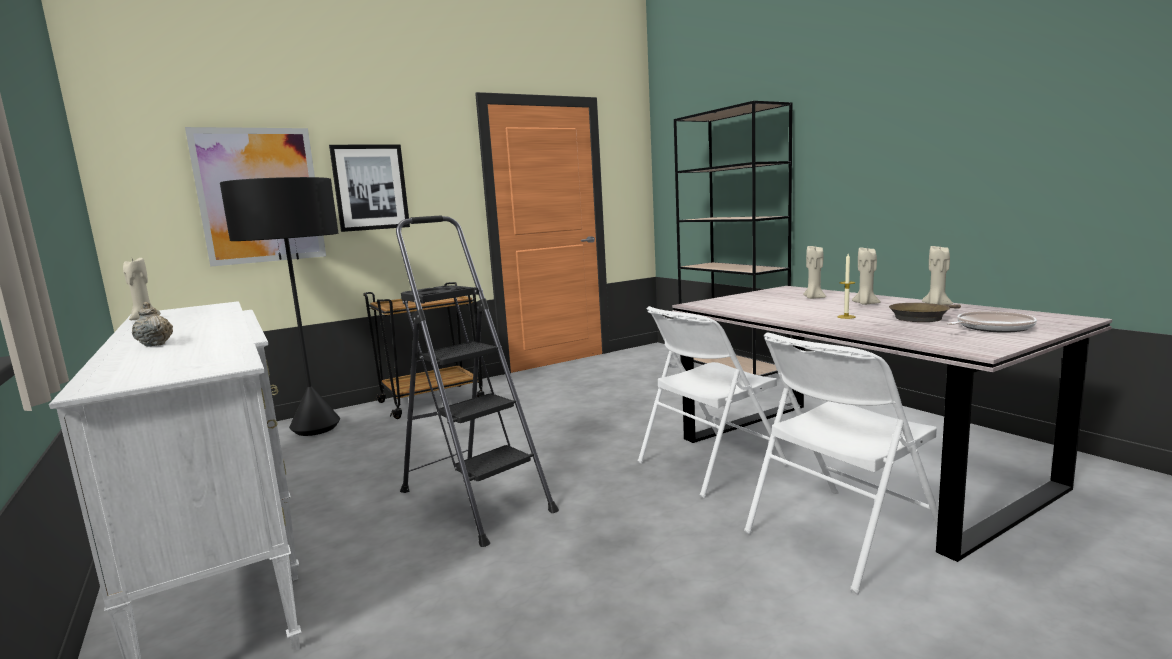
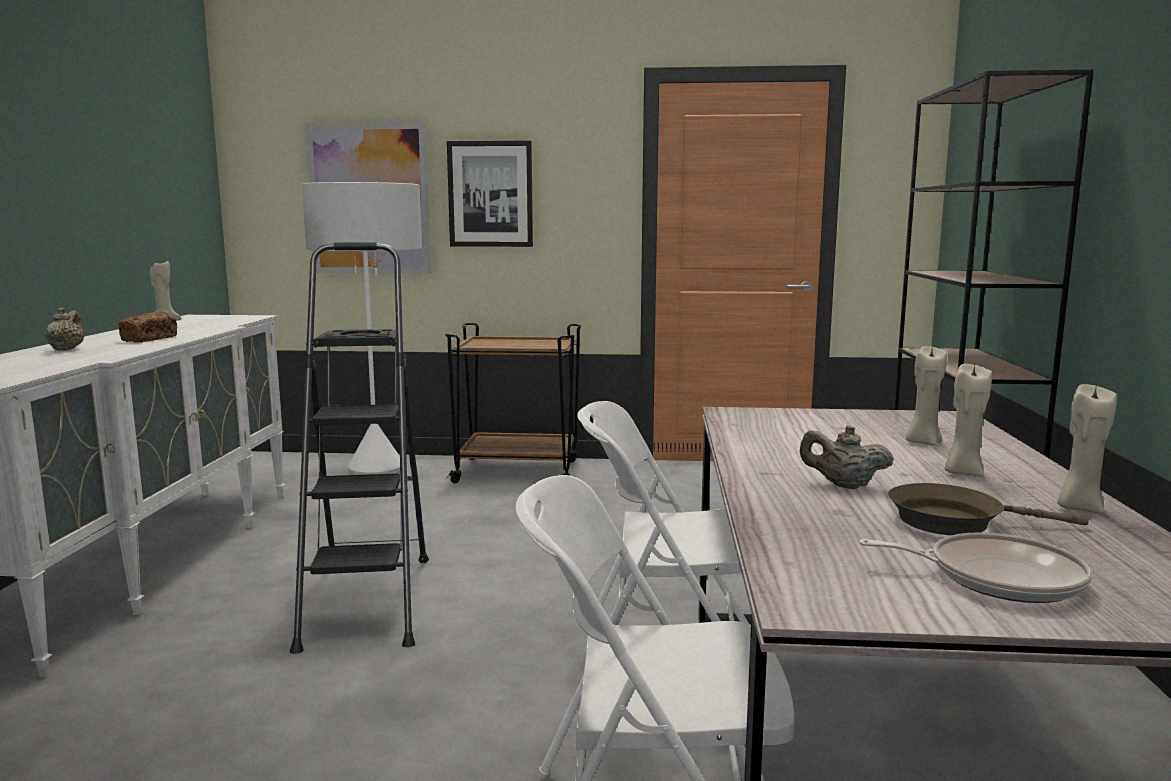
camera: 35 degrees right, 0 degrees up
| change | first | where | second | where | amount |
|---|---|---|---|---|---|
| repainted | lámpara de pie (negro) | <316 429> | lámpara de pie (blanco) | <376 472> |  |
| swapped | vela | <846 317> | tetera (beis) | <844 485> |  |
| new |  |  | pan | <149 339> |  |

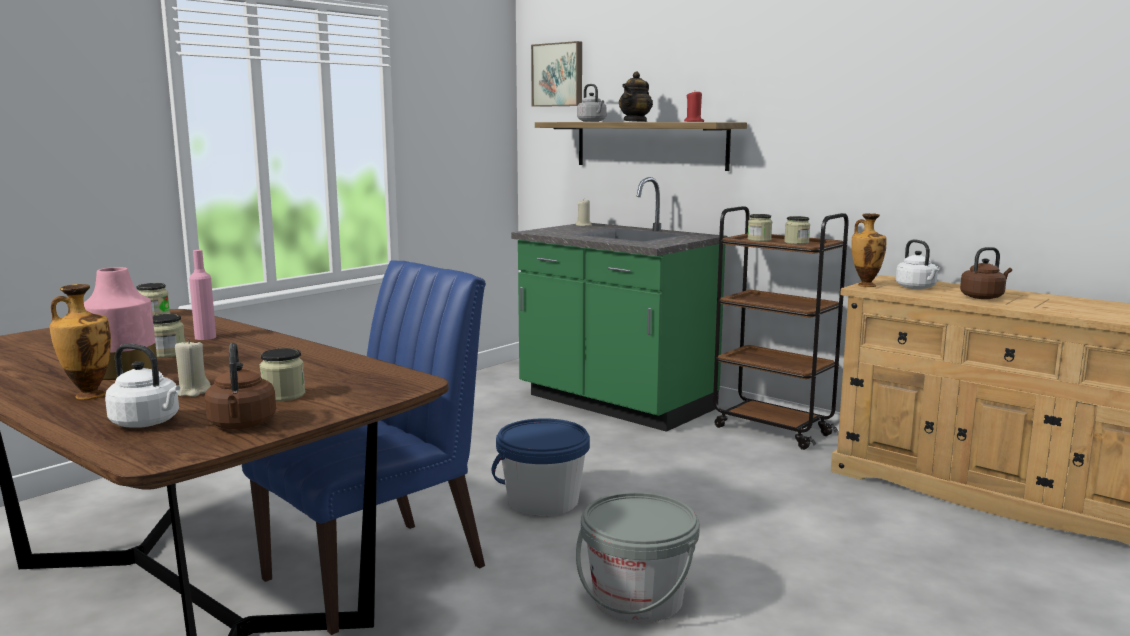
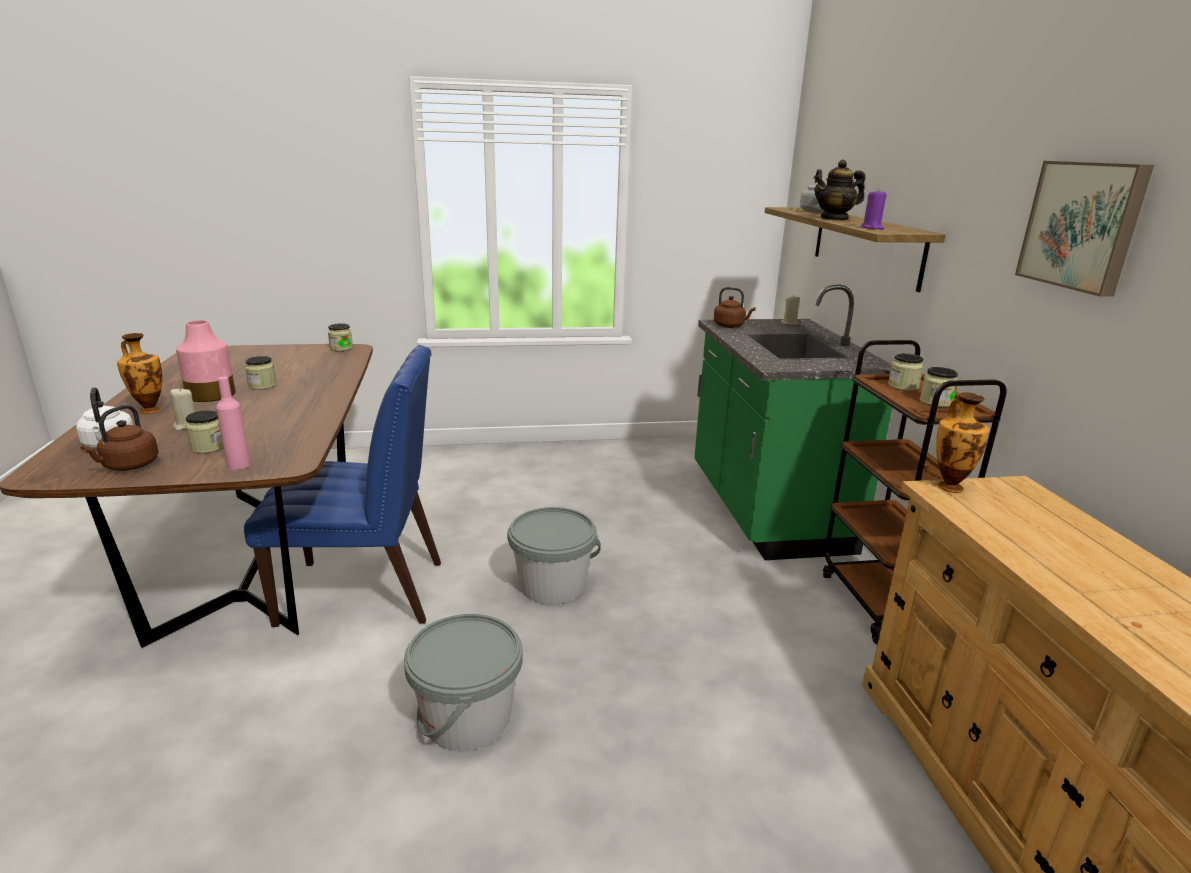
camera: 40 degrees right, 10 degrees up
| change | first | where | second | where | amount |
|---|---|---|---|---|---|
| shifted | botella (rosa) | <205 337> |  | <239 465> |  |
| repainted | cubo (azul) | <543 501> | cubo (gris) | <552 585> |  |
| shifted | cuadro | <558 75> |  | <1083 225> |  |
| repainted | vela (rojo) | <694 121> | vela (morado) | <872 228> |  |
| gone | hervidor (blanco) | <917 288> |  |  |  |
| shifted | hervidor (marrón) | <983 297> |  | <730 326> |  |

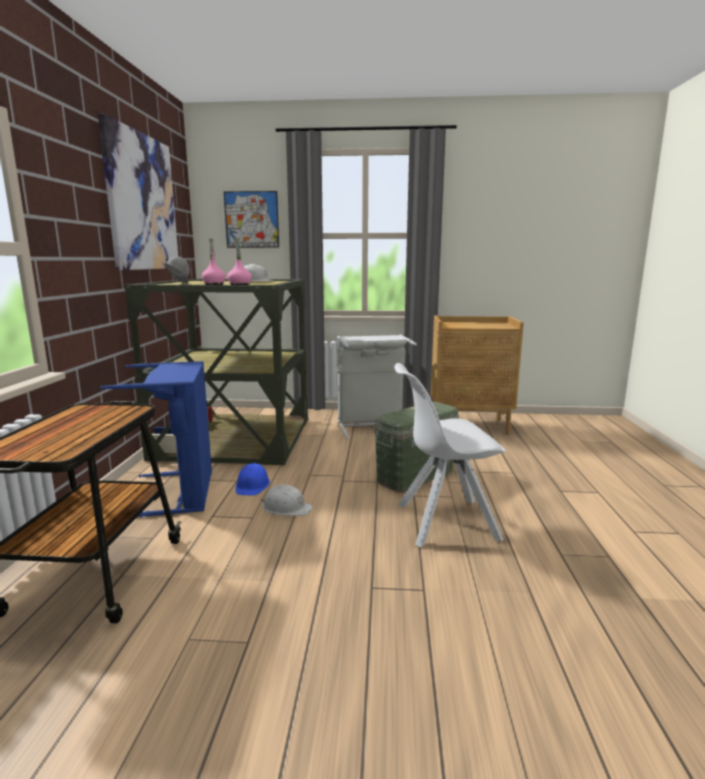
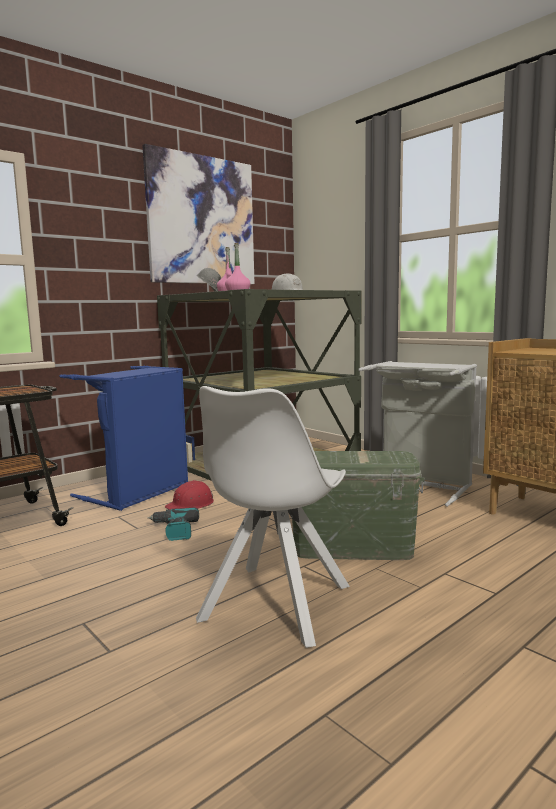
camera: 45 degrees right, 5 degrees down
| change | first | where | second | where | amount |
|---|---|---|---|---|---|
| gone | cuadro | <251 219> |  |  |  |
| repainted | casco (azul) | <252 485> | casco (rojo) | <191 504> |  |
| swapped | casco (blanco) | <286 508> | taladro | <174 530> |  |
| rotated | silla (blanco) | <444 522> |  | <274 604> | 105 degrees counterclockwise |

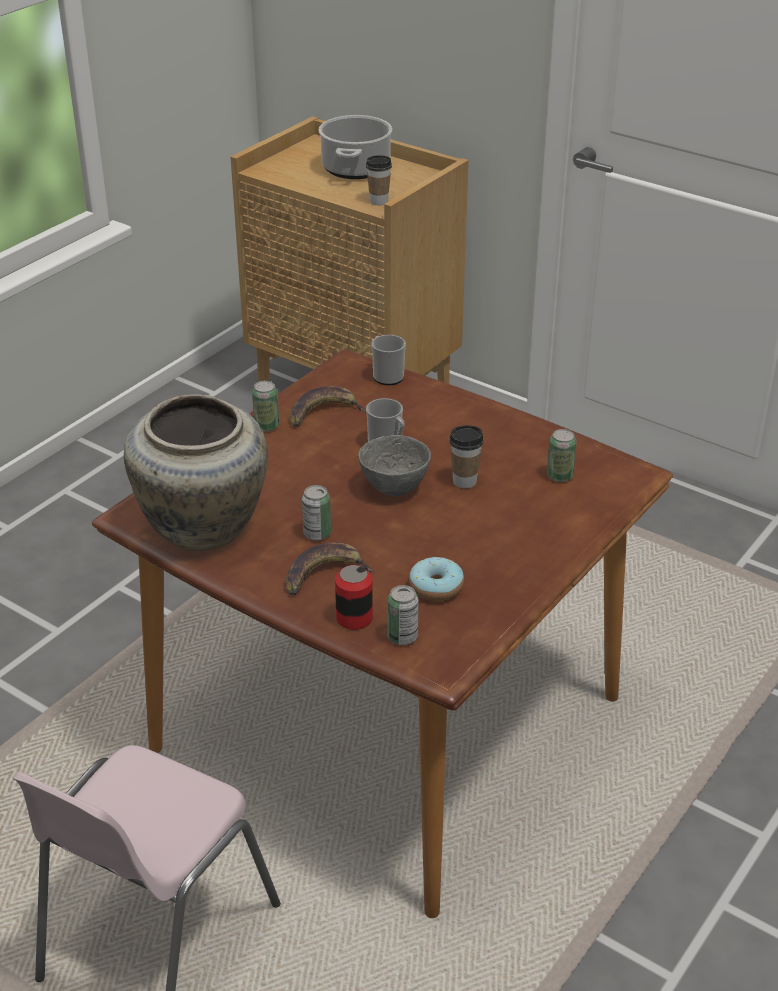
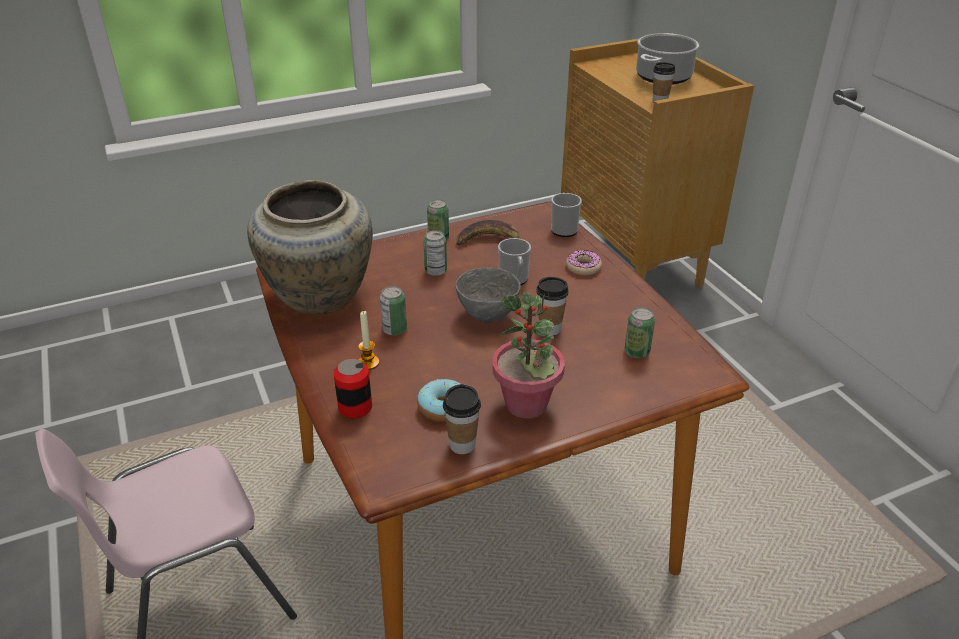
camera: 30 degrees right, 0 degrees up
| change | first | where | second | where | amount |
|---|---|---|---|---|---|
| swapped | plátano | <324 574> | vela | <368 363> |  |
| shifted | lata | <402 637> |  | <435 271> |  |
| new |  |  | taza | <462 445> |  |
| new |  |  | planta en maceta | <526 404> |  |
| new |  |  | rosquilla | <583 267> |  |

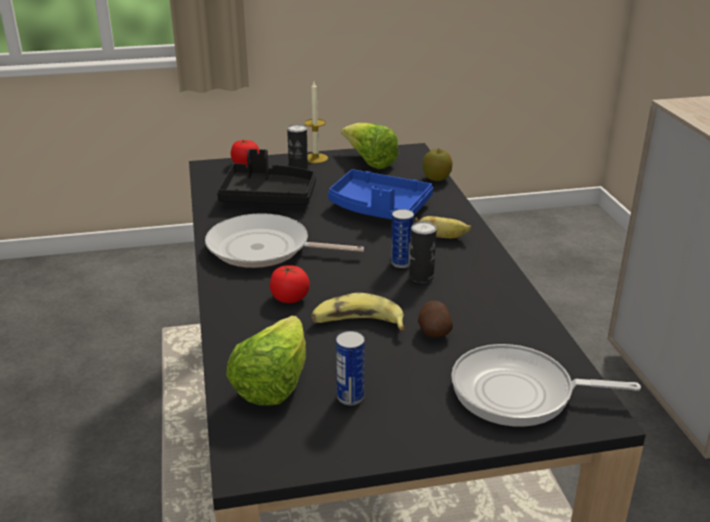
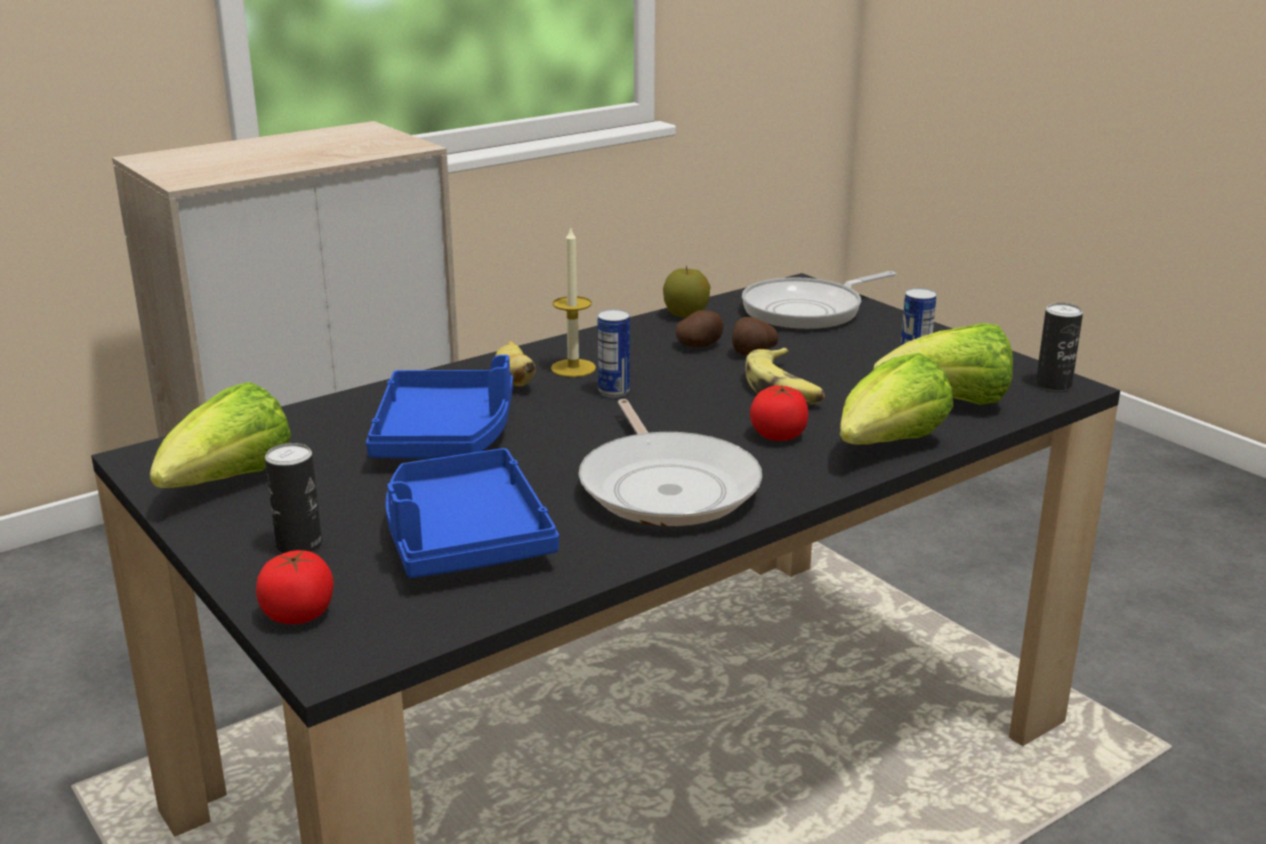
camera: 115 degrees left, 5 degrees down
| change | first | where | second | where | amount |
|---|---|---|---|---|---|
| repainted | bandeja (negro) | <268 197> | bandeja (azul) | <463 537> |  |
| shifted | vela | <315 158> |  | <573 368> |  |
| shifted | lata | <421 277> |  | <1053 384> |  |
| shifted | manzana | <436 179> |  | <686 315> |  |
| rotated | sartén | <519 393> |  | <808 310> | 75 degrees clockwise |
| new |  |  | patata | <699 346> |  |
| new |  |  | lechuga | <888 446> |  |

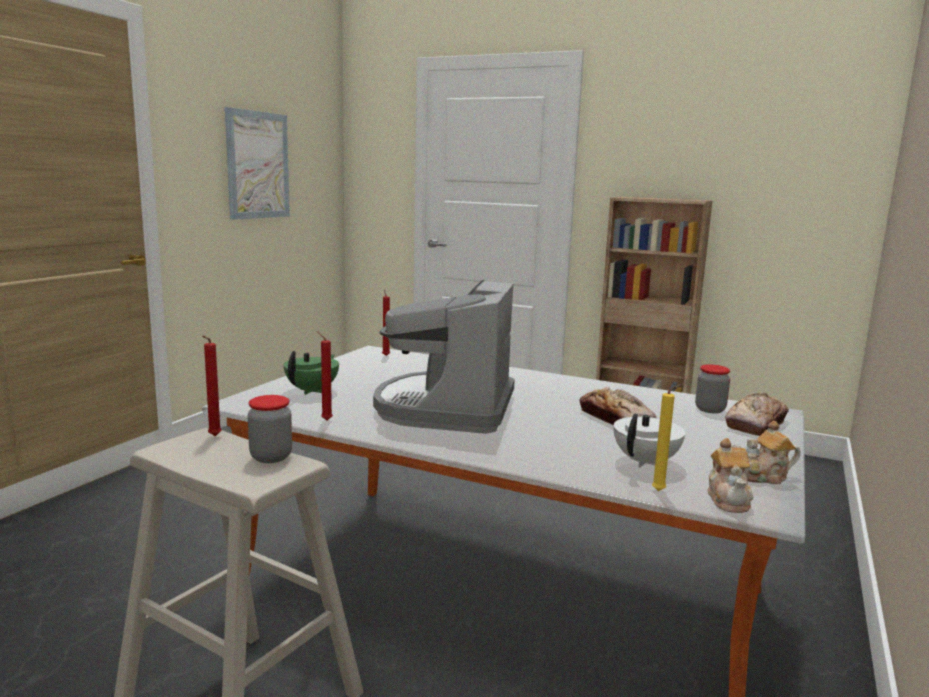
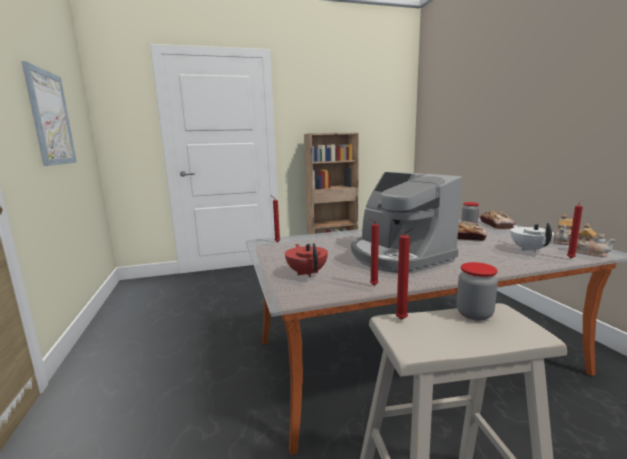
camera: 40 degrees left, 0 degrees up
| change | first | where | second | where | amount |
|---|---|---|---|---|---|
| repainted | tetera (verde) | <313 391> | tetera (rojo) | <307 273> |  |
| repainted | vela (amarillo) | <660 491> | vela (rojo) | <571 258> |  |

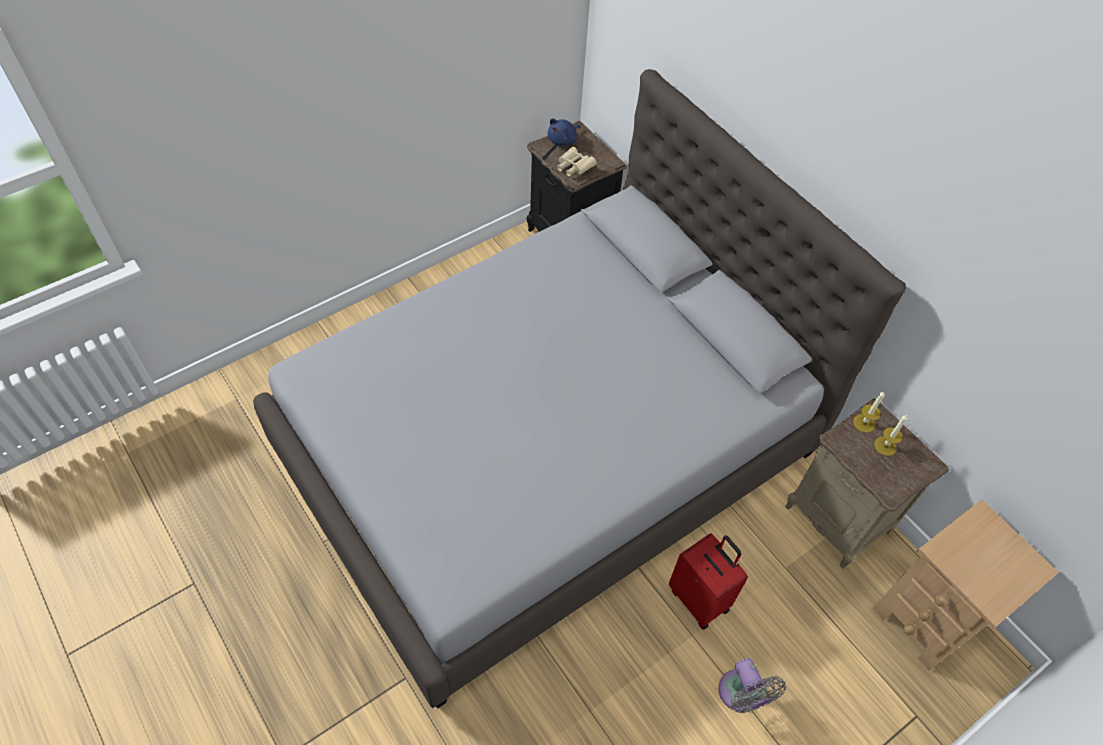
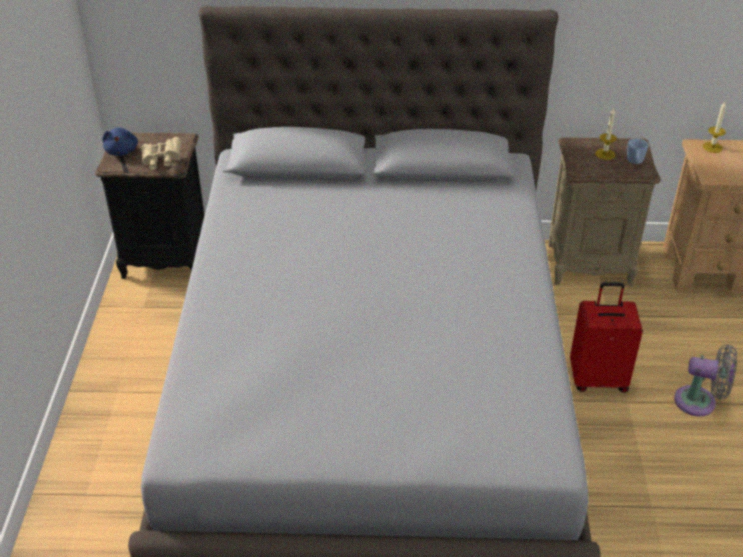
camera: 50 degrees left, 15 degrees down
| change | first | where | second | where | amount |
|---|---|---|---|---|---|
| shifted | vela | <864 423> |  | <712 147> |  |
| new |  |  | taza grande (azul) | <634 162> |  |

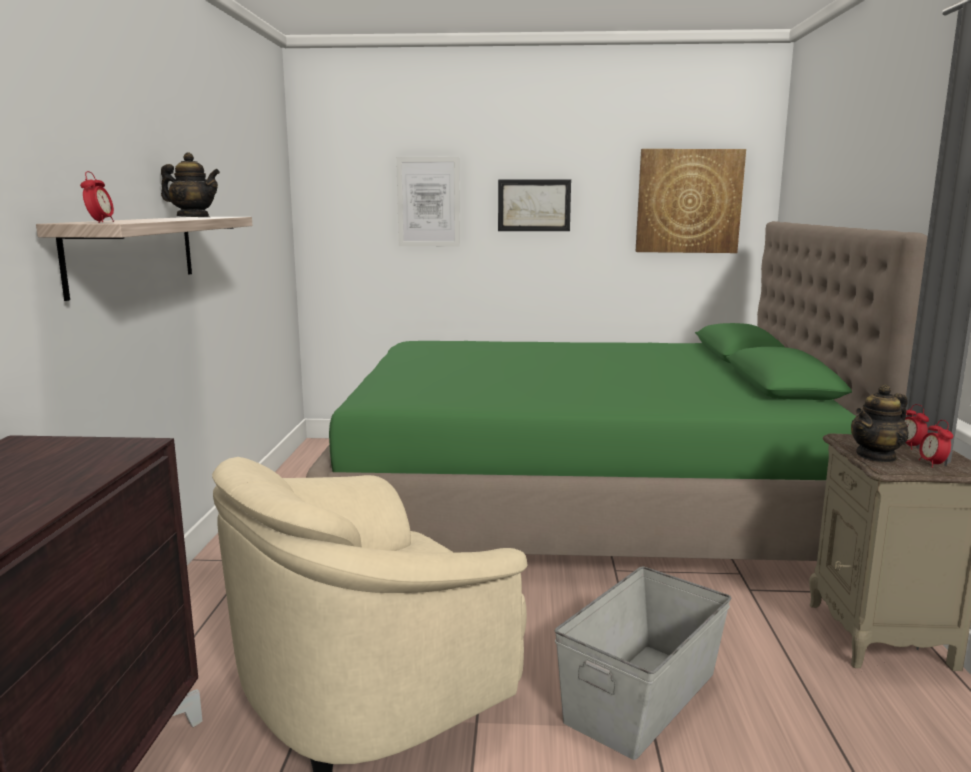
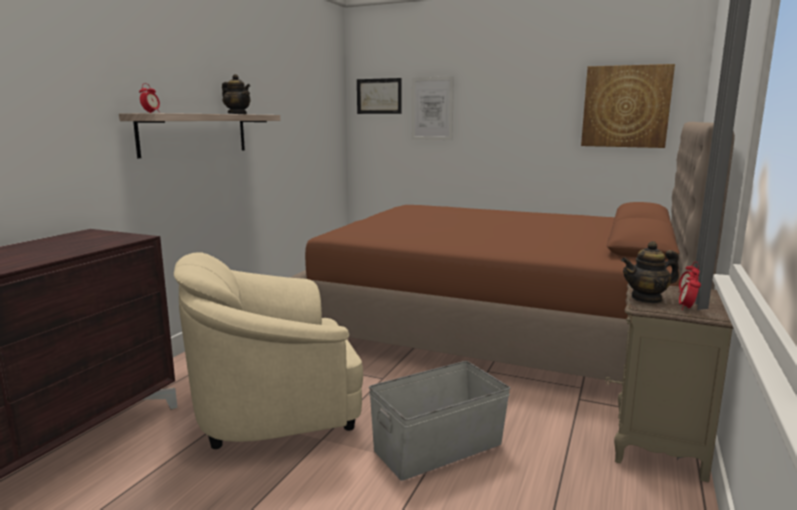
camera: 20 degrees right, 0 degrees up
| change | first | where | second | where | amount |
|---|---|---|---|---|---|
| repainted | cama (verde) | <581 505> | cama (marrón) | <499 328> |  |
| shifted | cuadro | <534 205> |  | <379 96> |  |

